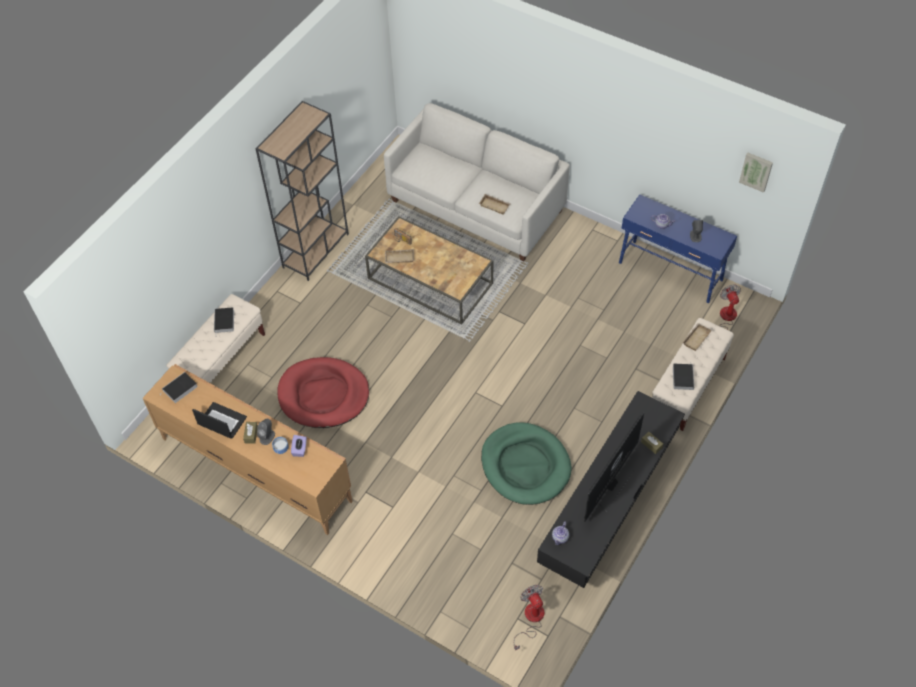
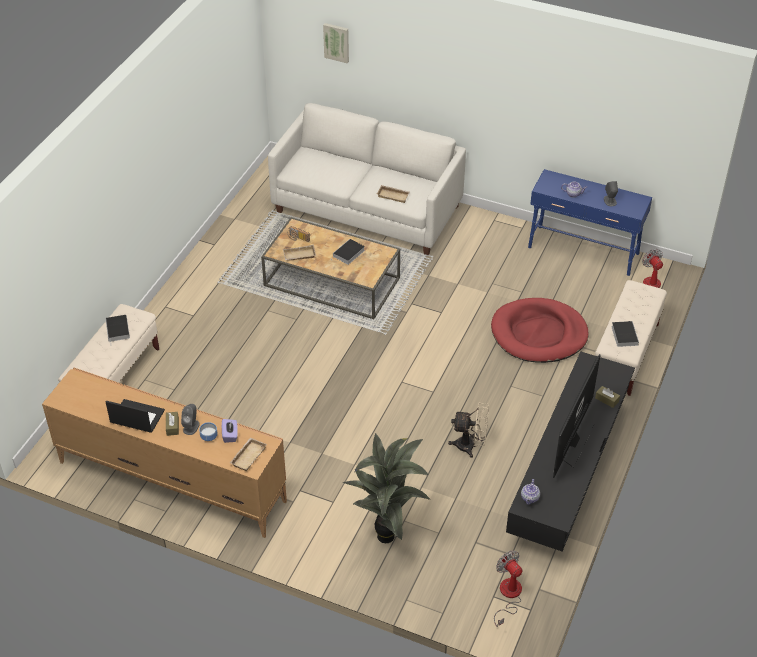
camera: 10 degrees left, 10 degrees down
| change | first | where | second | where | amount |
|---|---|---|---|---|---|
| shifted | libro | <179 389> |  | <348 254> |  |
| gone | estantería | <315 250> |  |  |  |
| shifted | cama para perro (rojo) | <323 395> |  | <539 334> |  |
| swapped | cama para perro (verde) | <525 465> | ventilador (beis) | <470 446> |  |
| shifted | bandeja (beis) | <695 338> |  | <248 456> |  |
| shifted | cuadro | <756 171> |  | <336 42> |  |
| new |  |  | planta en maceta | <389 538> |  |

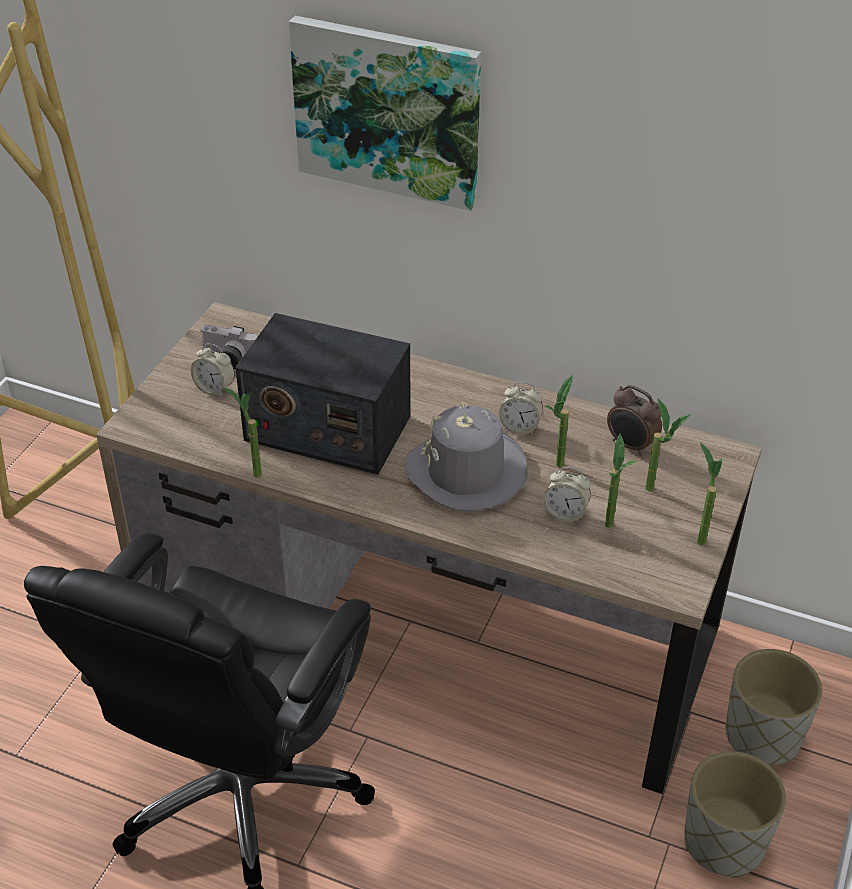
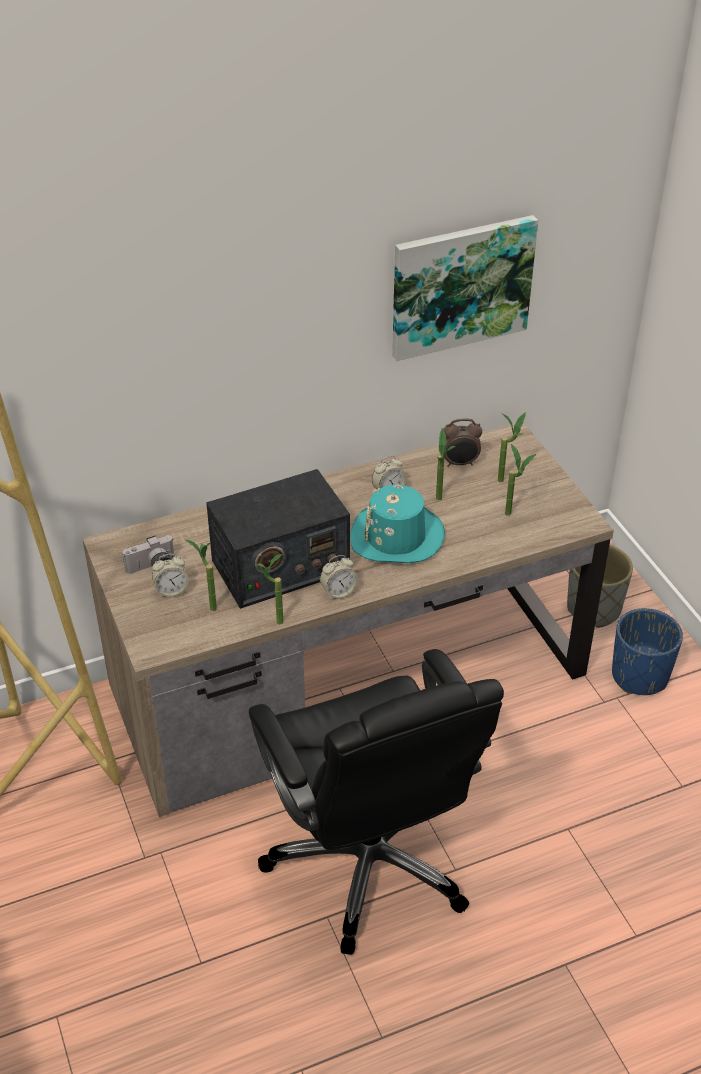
camera: 45 degrees left, 0 degrees up
| change | first | where | second | where | amount |
|---|---|---|---|---|---|
| shifted | cuadro | <388 111> |  | <461 285> |  |
| repainted | sombrero (gris) | <466 472> | sombrero (turquesa) | <396 537> |  |
| shifted | despertador | <565 513> |  | <338 592> |  |
| repainted | maceta (gris) | <724 842> | maceta (azul) | <640 675> |  |
| shifted | planta en maceta | <697 536> |  | <207 606> |  |

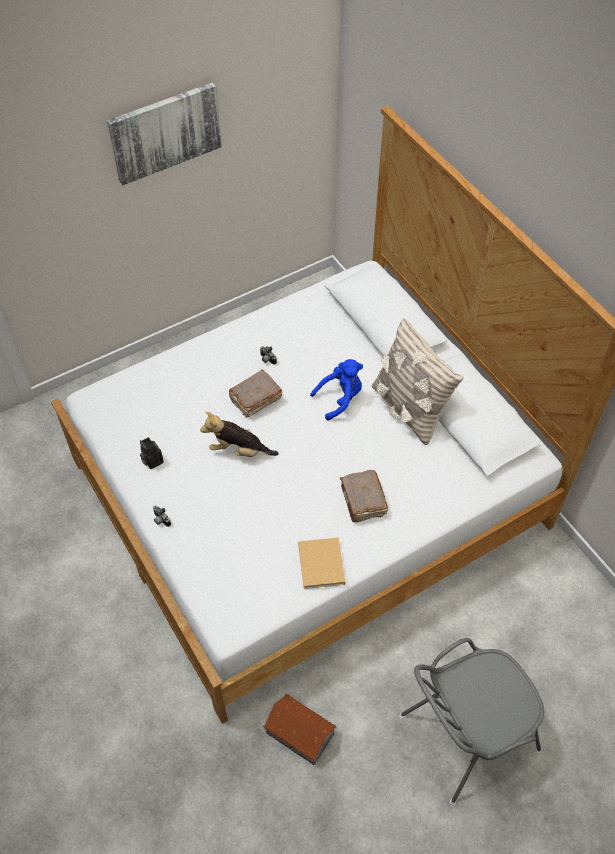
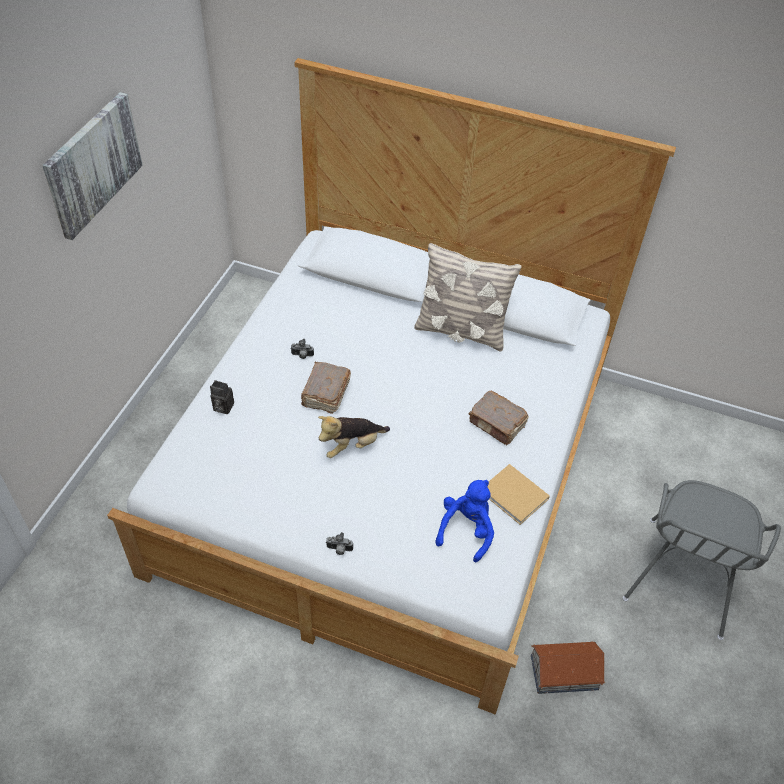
camera: 40 degrees left, 5 degrees down
| change | first | where | second | where | amount |
|---|---|---|---|---|---|
| shifted | cámara | <151 460> |  | <222 407> |  |
| shifted | peluche (azul) | <340 398> |  | <466 530> |  |

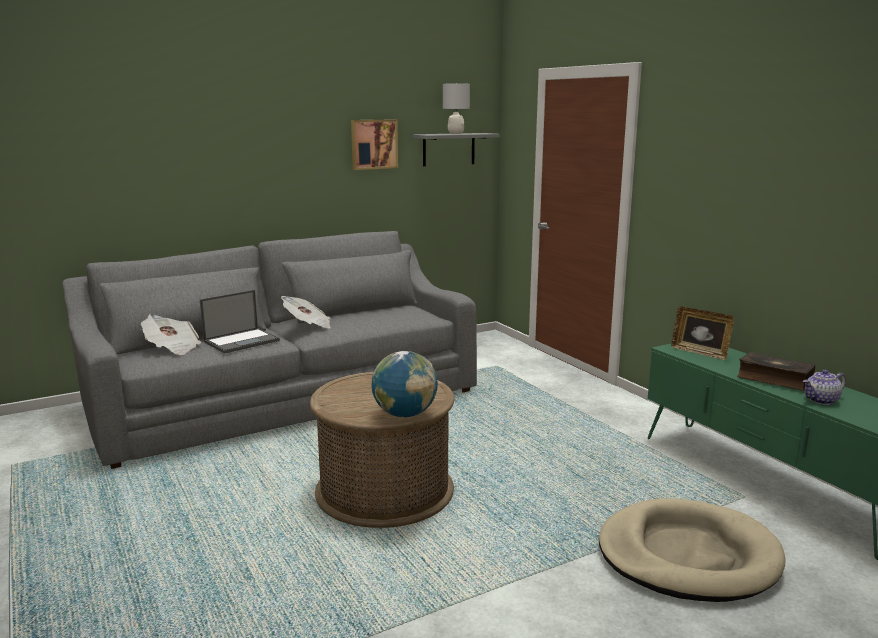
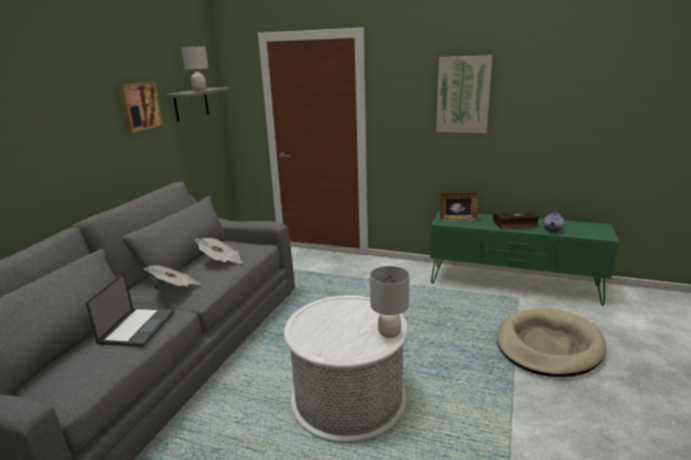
camera: 40 degrees left, 5 degrees up
| change | first | where | second | where | amount |
|---|---|---|---|---|---|
| shifted | periódico | <172 347> |  | <221 261> |  |
| repainted | mesa de centro (marrón) | <384 490> | mesa de centro (blanco) | <348 398> |  |
| swapped | globo terráqueo | <405 415> | lámpara de mesa (gris) | <390 333> |  |
| new |  |  | cuadro | <463 95> |  |

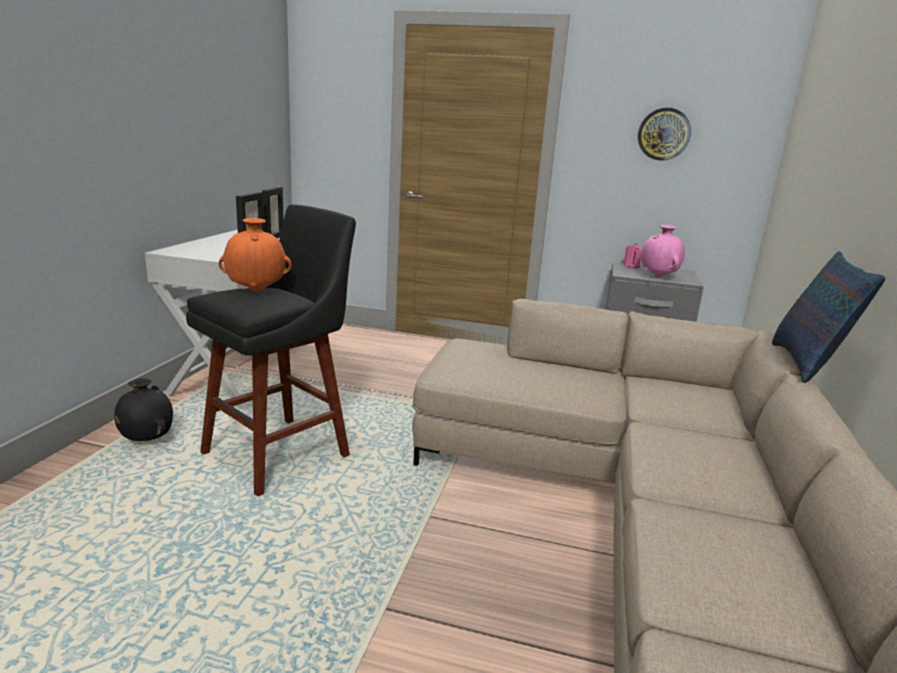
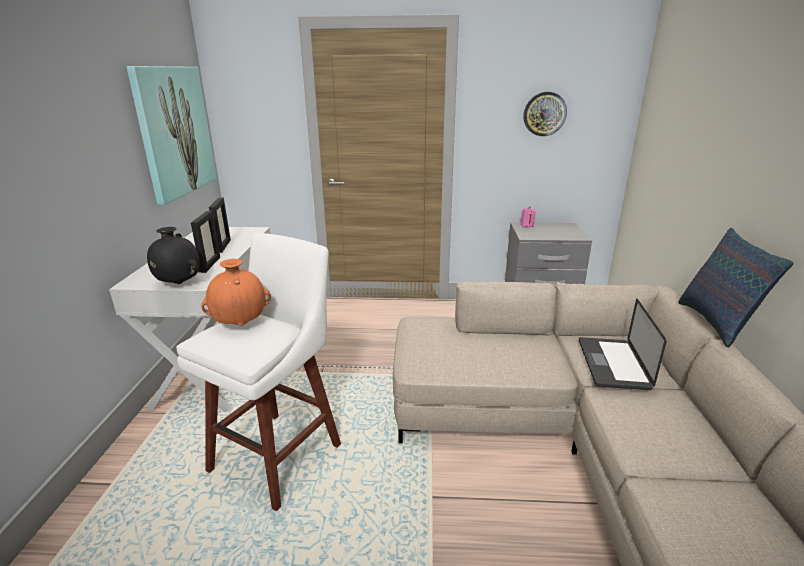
camera: 10 degrees left, 5 degrees up
| change | first | where | second | where | amount |
|---|---|---|---|---|---|
| shifted | florero (negro) | <147 440> |  | <178 283> |  |
| repainted | taburete (negro) | <280 454> | taburete (blanco) | <279 455> |  |
| gone | florero (rosa) | <658 277> |  |  |  |
| new |  |  | cuadro | <174 131> |  |
| new |  |  | portátil | <612 364> |  |

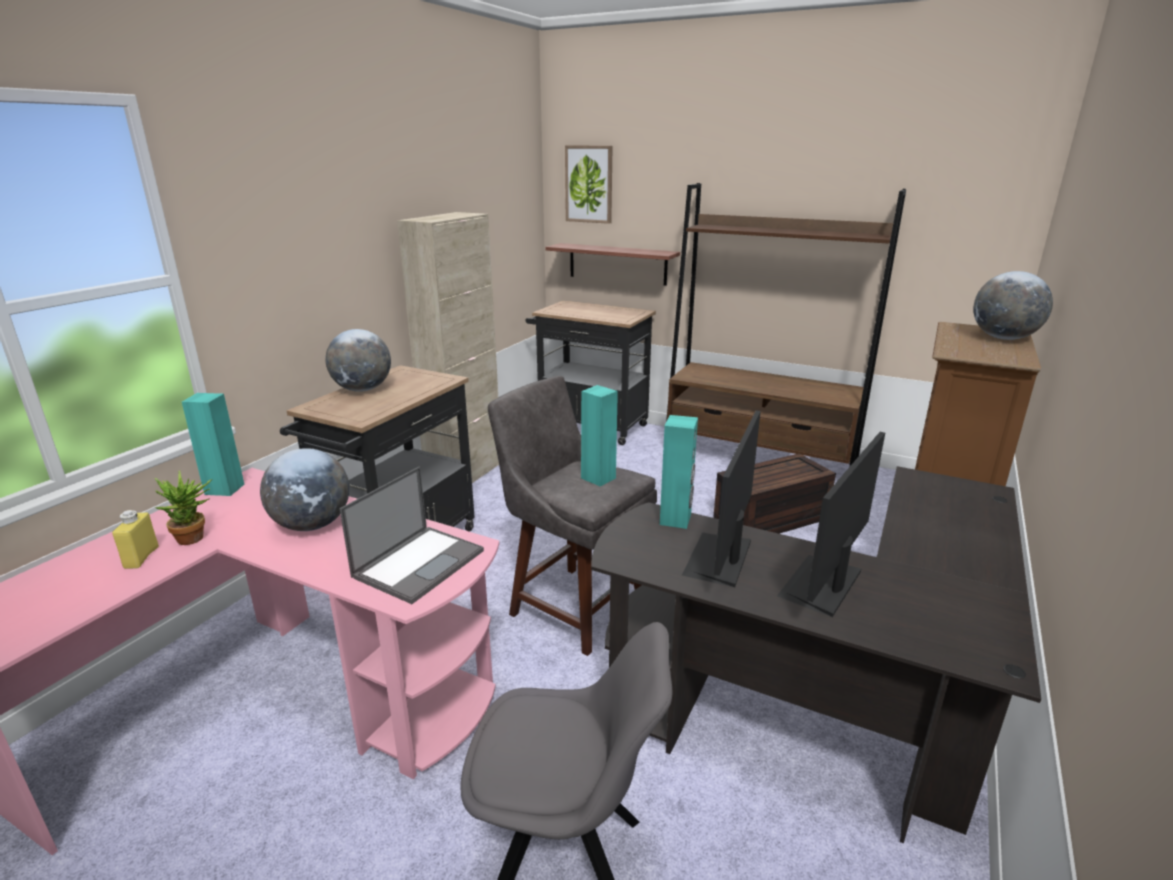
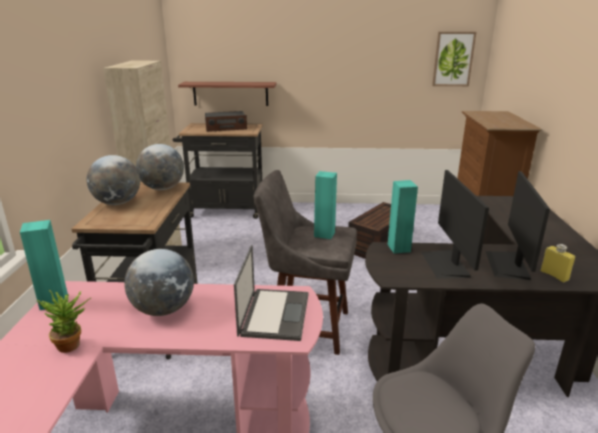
camera: 25 degrees left, 0 degrees up
| change | first | where | second | where | amount |
|---|---|---|---|---|---|
| shifted | botella (amarillo) | <141 557> |  | <554 275> |  |
| shifted | cuadro | <589 184> |  | <453 59> |  |
| gone | estantería (marrón) | <758 459> |  |  |  |
| shifted | globo terráqueo | <1003 338> |  | <162 188> |  |
| new |  |  | radio | <225 127> |  |

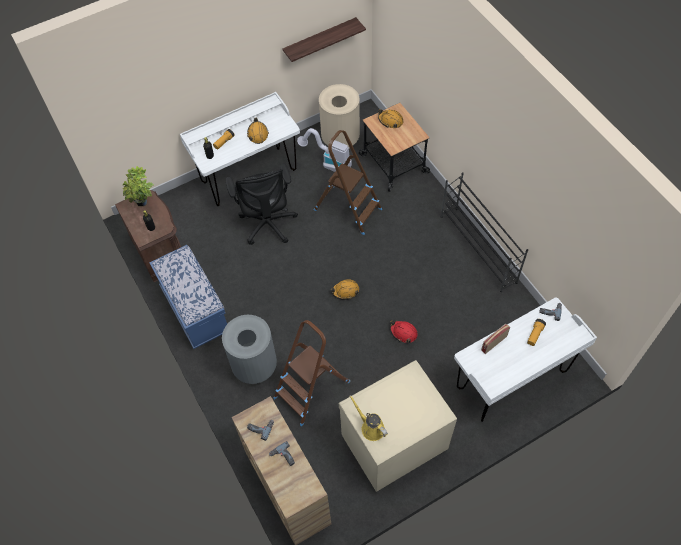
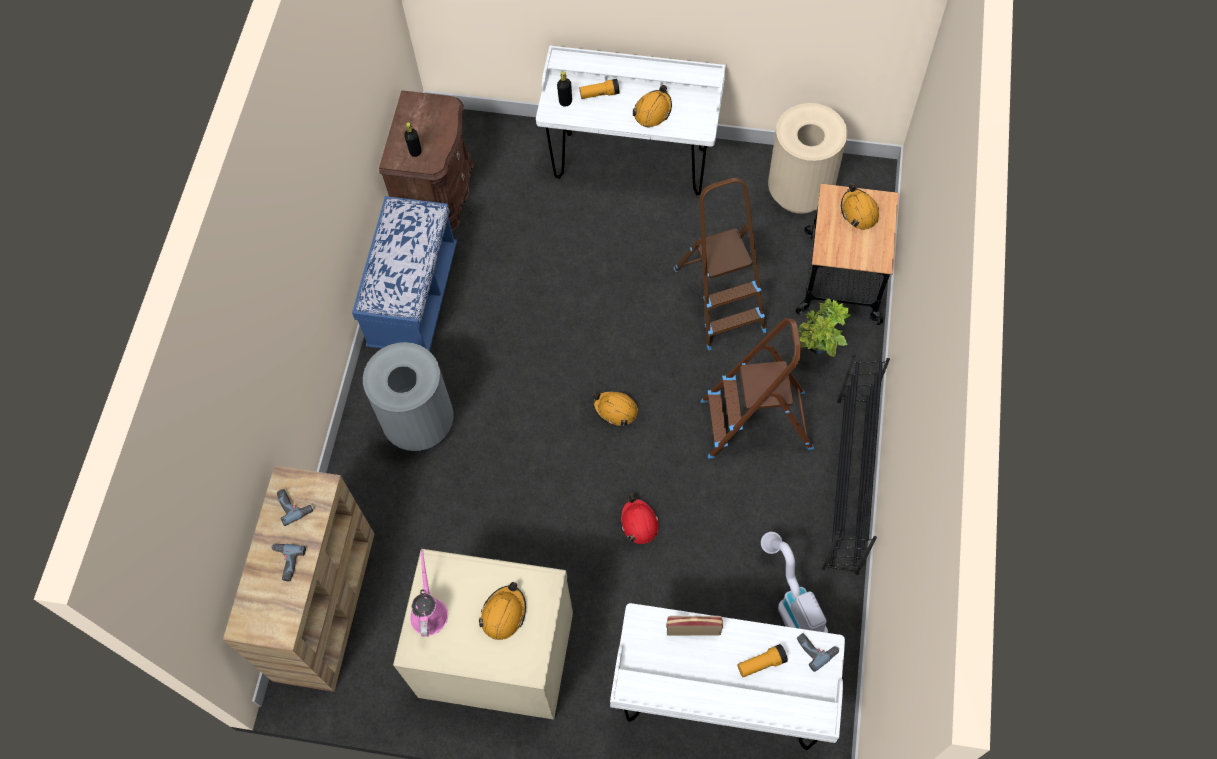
camera: 40 degrees right, 5 degrees up
| change | first | where | second | where | amount |
|---|---|---|---|---|---|
| shifted | planta en maceta | <144 204> |  | <818 351> |  |
| gone | silla de oficina (negro) | <266 221> |  |  |  |
| shifted | escalera de tijera (marrón) | <311 390> |  | <755 424> |  |
| gone | estante | <320 40> |  |  |  |
| shifted | aspiradora | <328 162> |  | <792 603> |  |
| repainted | regadera (amarillo) | <371 427> | regadera (rosa) | <429 612> |  |
| new |  |  | casco (naranja) | <503 614> |  |

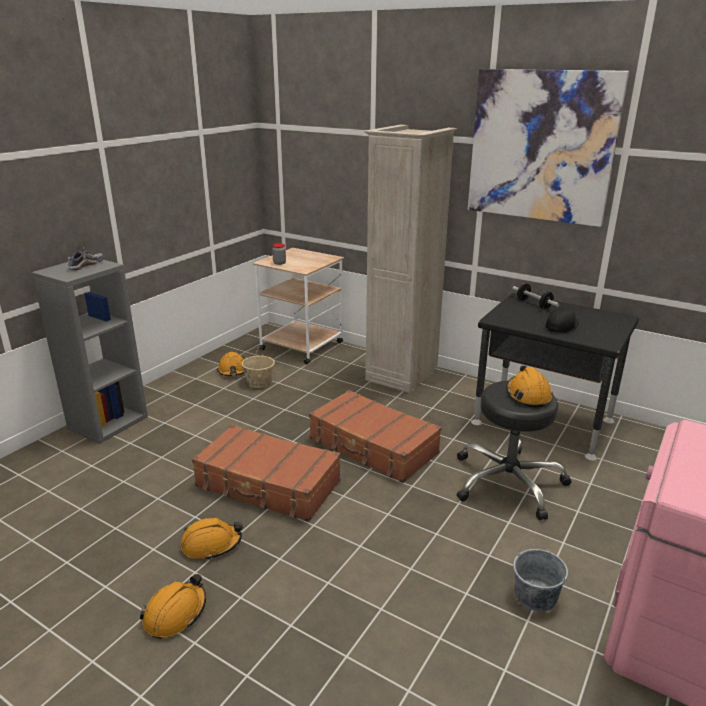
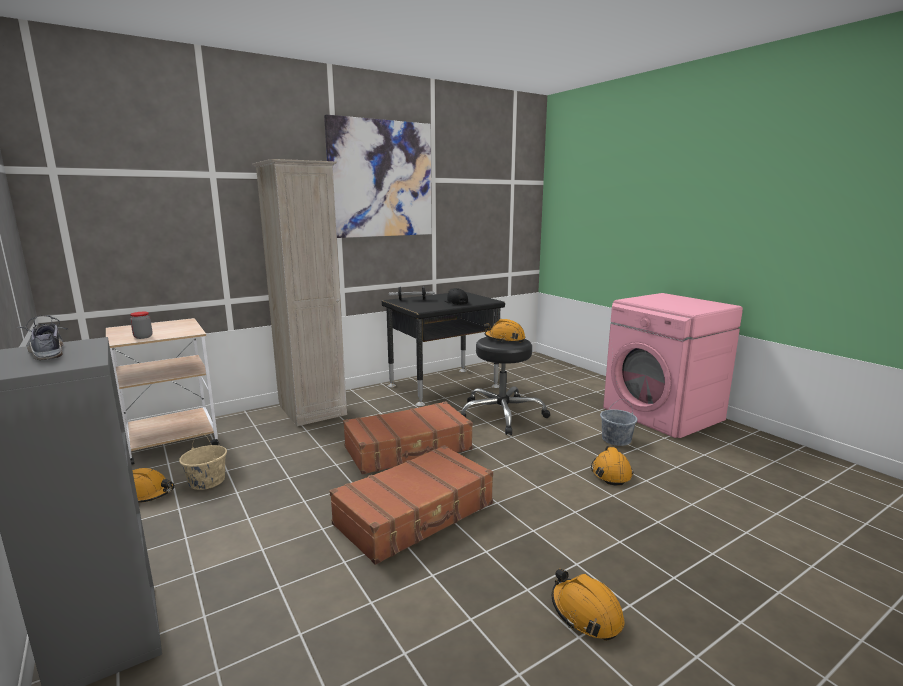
camera: 65 degrees left, 10 degrees down
| change | first | where | second | where | amount |
|---|---|---|---|---|---|
| shifted | casco (naranja) | <211 544> |  | <611 473> |  |

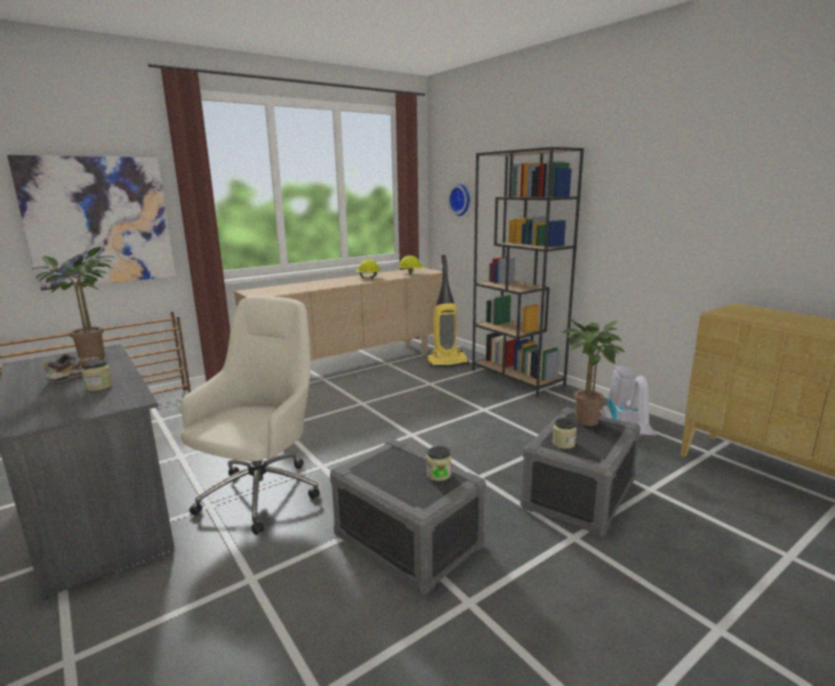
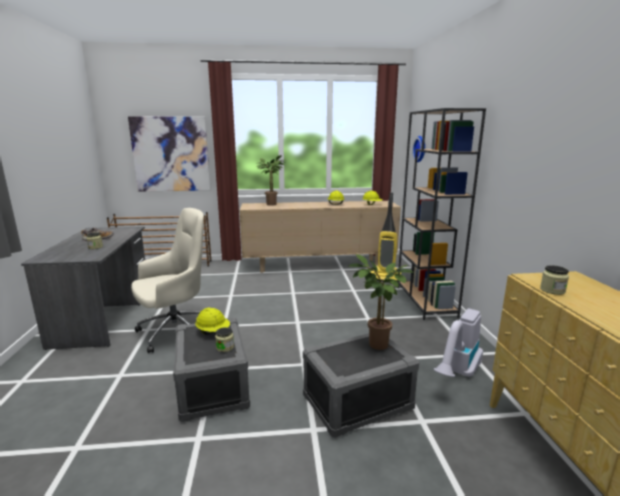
camera: 30 degrees right, 0 degrees up
| change | first | where | second | where | amount |
|---|---|---|---|---|---|
| shifted | planta en maceta | <96 356> |  | <273 204> |  |
| shifted | tarro | <563 443> |  | <552 290> |  |
| new |  |  | casco (amarillo) | <213 332> |  |

